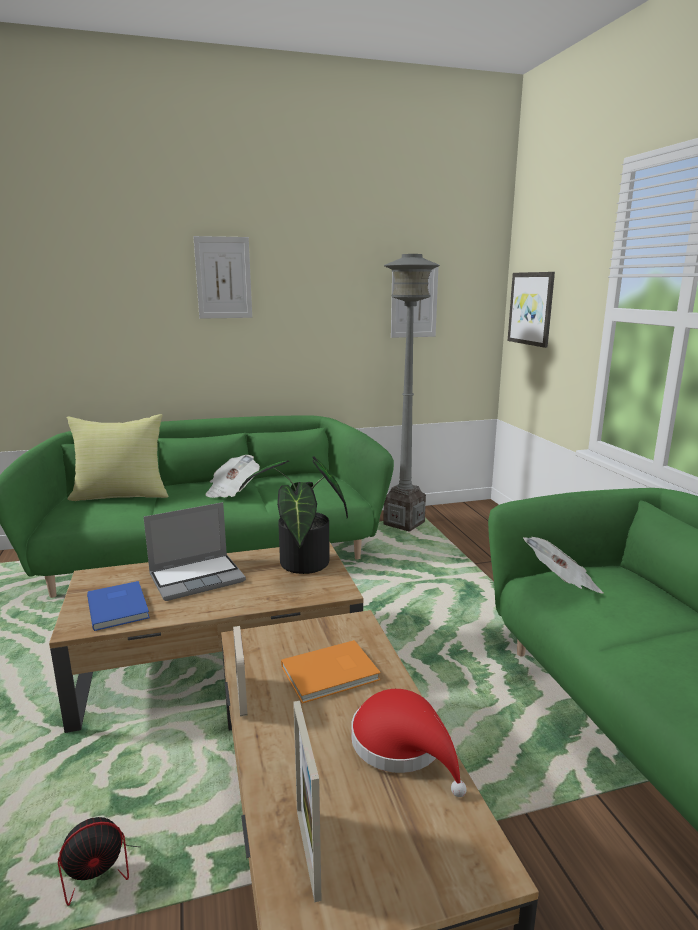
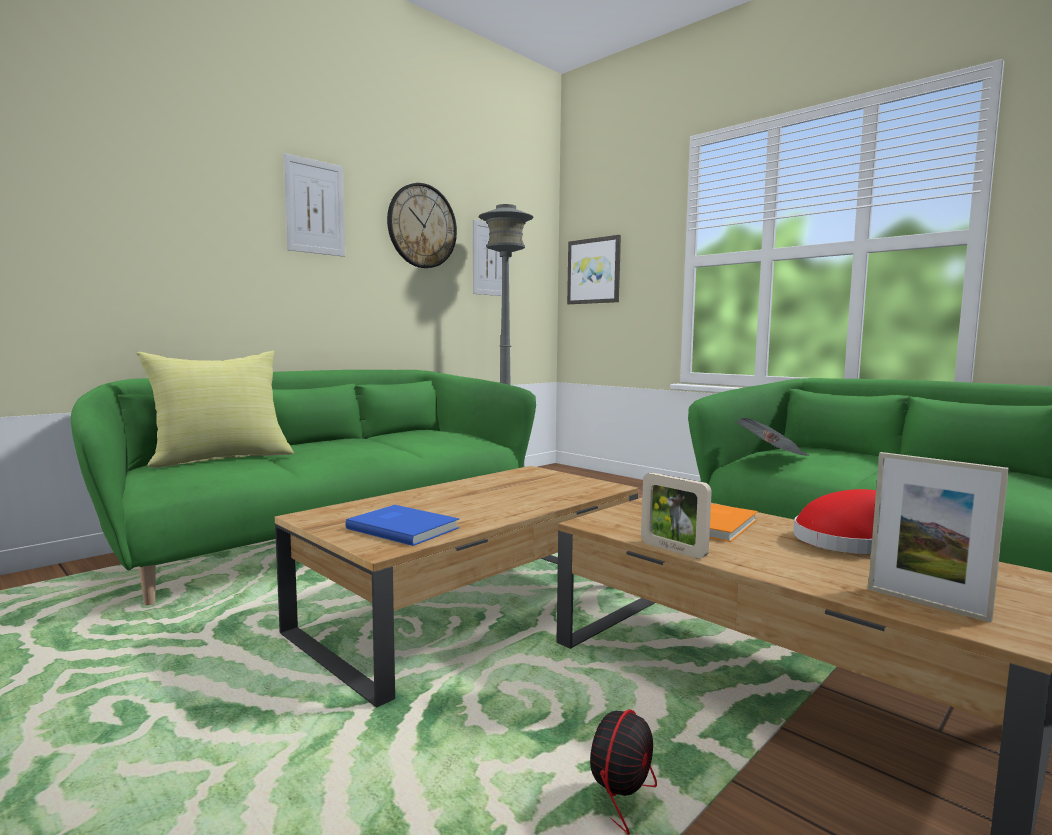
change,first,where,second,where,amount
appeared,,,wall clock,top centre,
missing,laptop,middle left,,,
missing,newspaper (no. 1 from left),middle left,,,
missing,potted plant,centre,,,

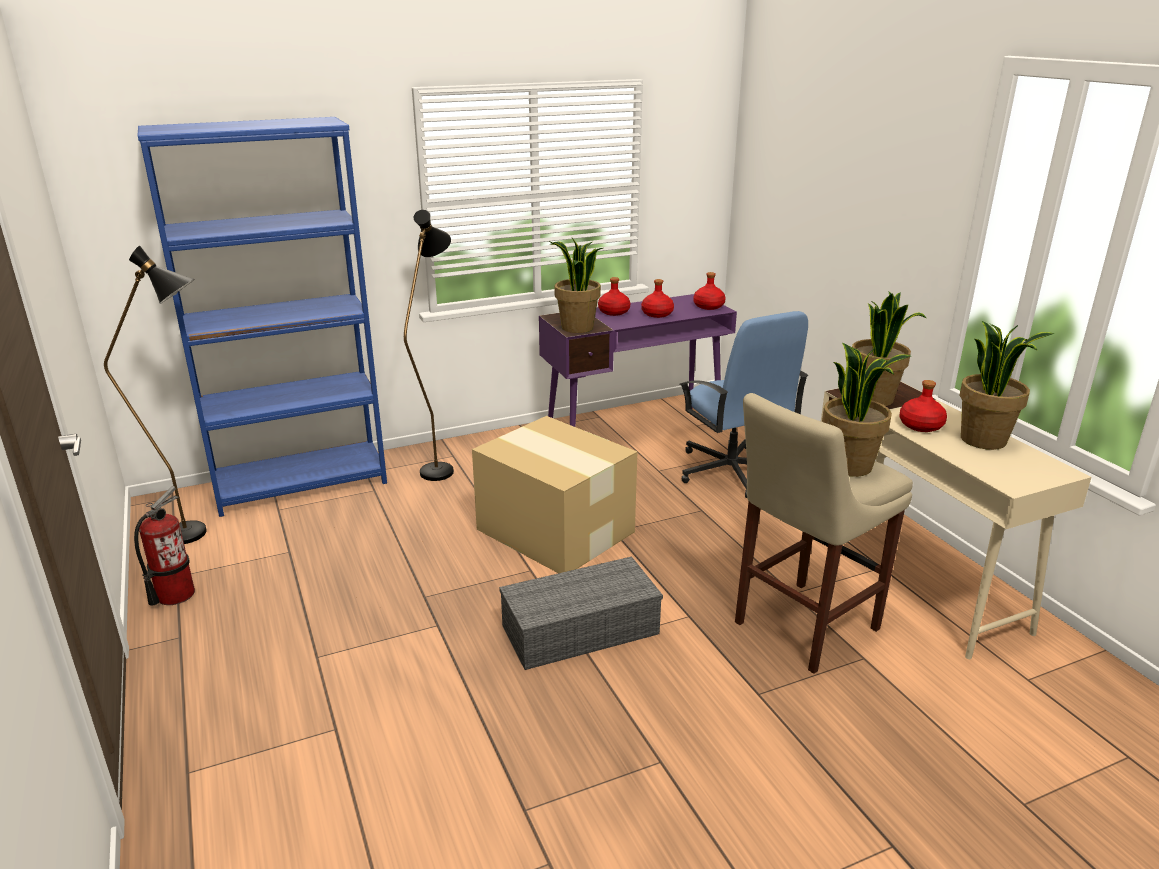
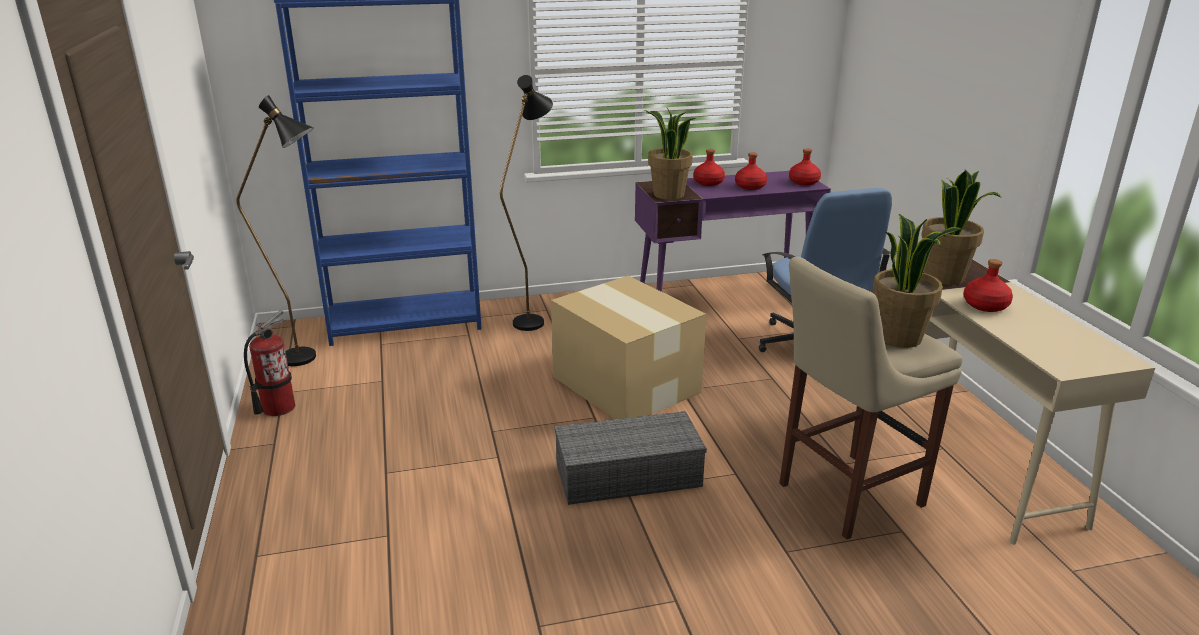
change,first,where,second,where,amount
missing,potted plant (no. 4 from left),middle right,,,

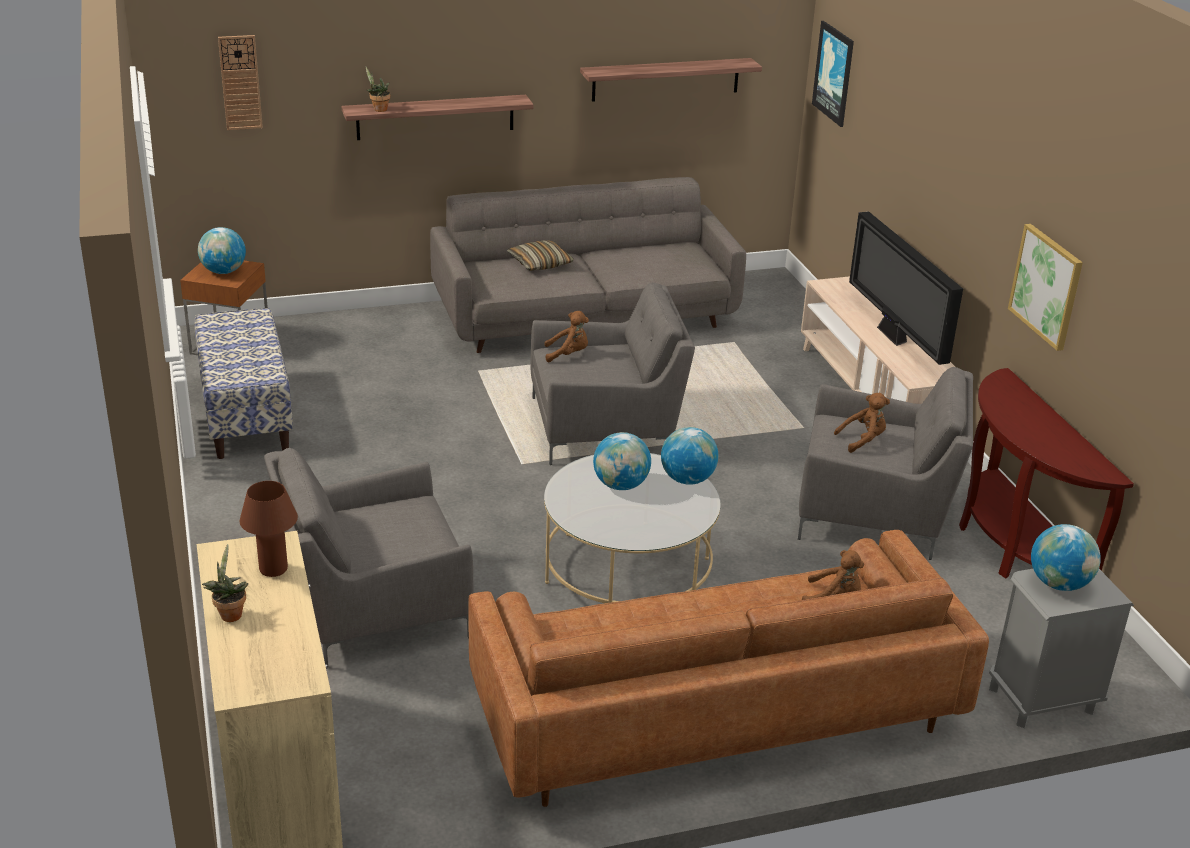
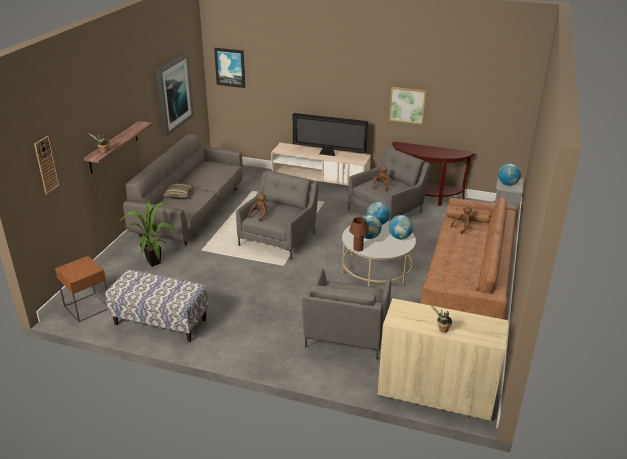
change,first,where,second,where,amount
appeared,,,potted plant (no. 2 from left),middle left,
exchanged,shelf (no. 2 from left),top centre,picture (no. 1 from left),top left,
relocated,table lamp in brown,middle left,,centre,
relocated,globe (no. 1 from left in the first image),top left,globe (no. 3 from left),centre,

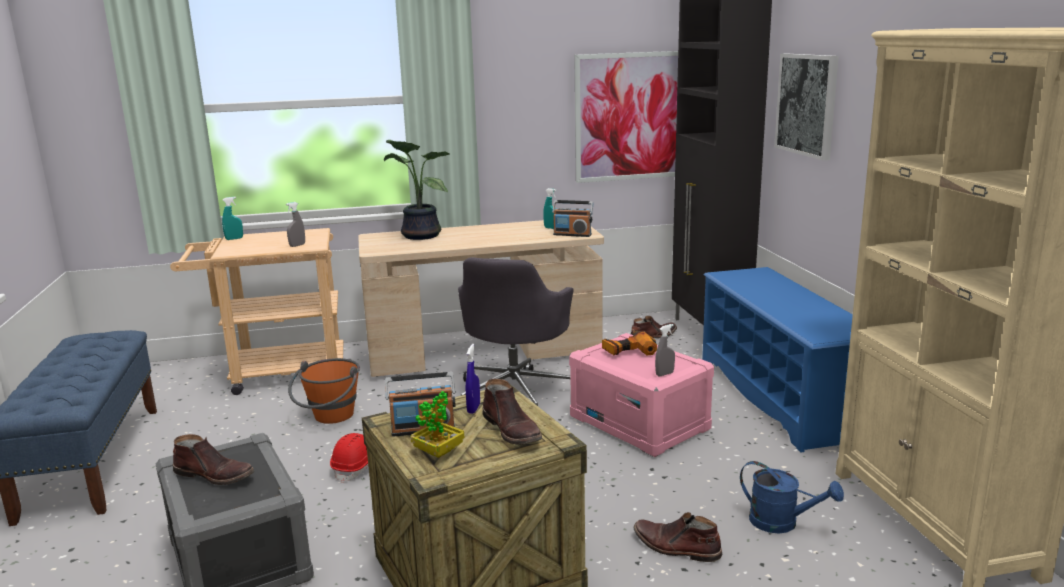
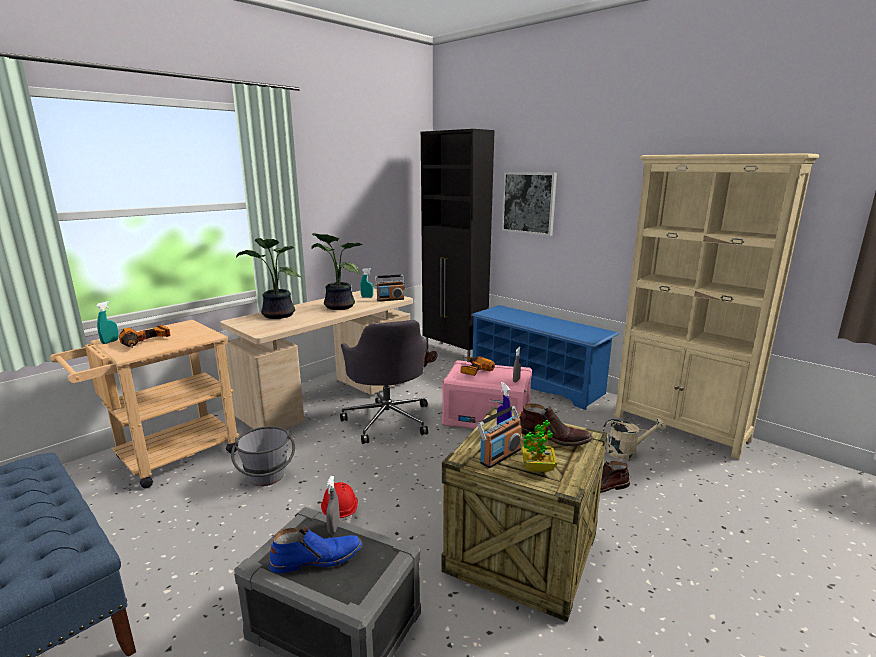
change,first,where,second,where,amount
appeared,,,power drill (no. 1 from left),middle left,
colour,bucket in orange,middle left,bucket in grey,bottom left,
colour,boot in brown (no. 1 from left),bottom left,boot in blue,bottom centre,
appeared,,,potted plant (no. 2 from left),centre,
relocated,spray bottle in grey (no. 1 from left),middle left,,bottom centre,
colour,watering can in blue,bottom right,watering can in beige,bottom right,
missing,picture (no. 1 from left),top centre,,,

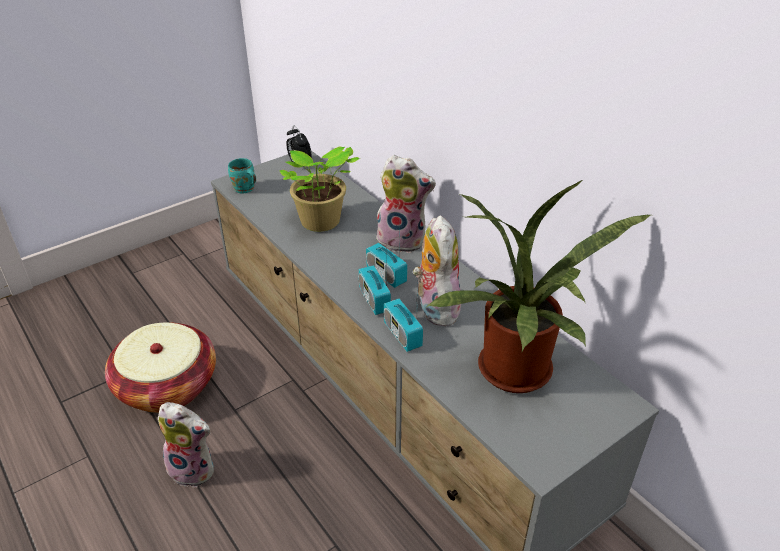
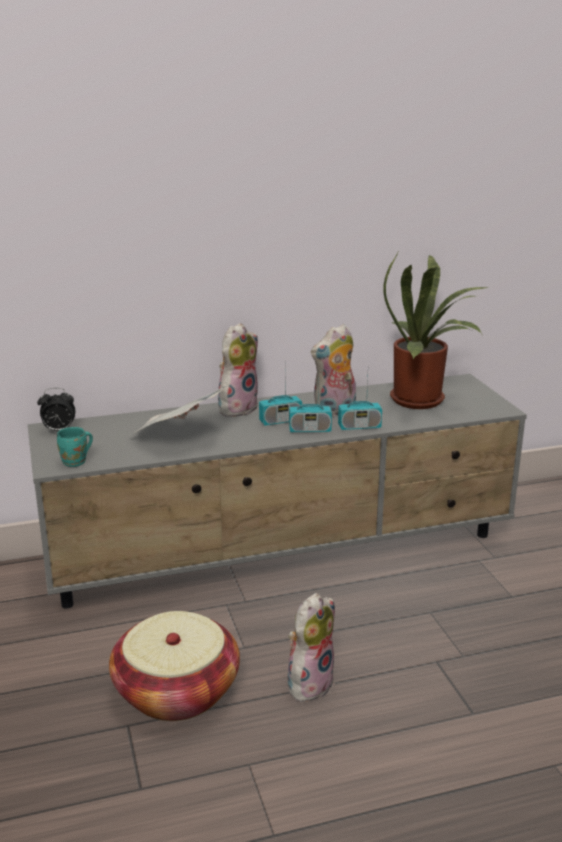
change,first,where,second,where,amount
exchanged,potted plant (no. 1 from left),centre,newspaper,middle left,
spun,plush toy (no. 3 from left),centre,,centre,45 degrees counterclockwise

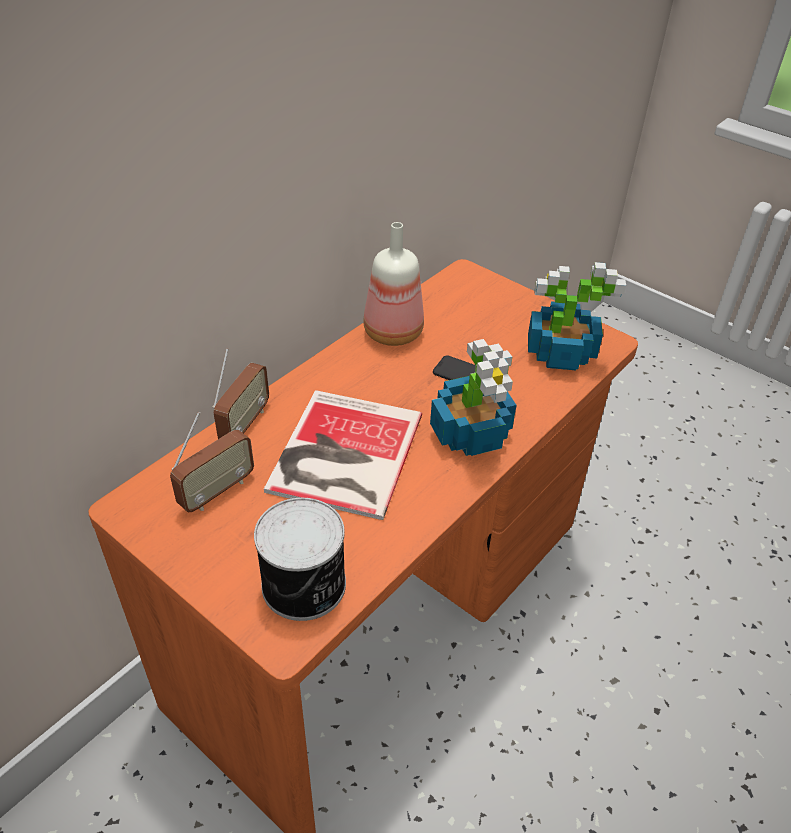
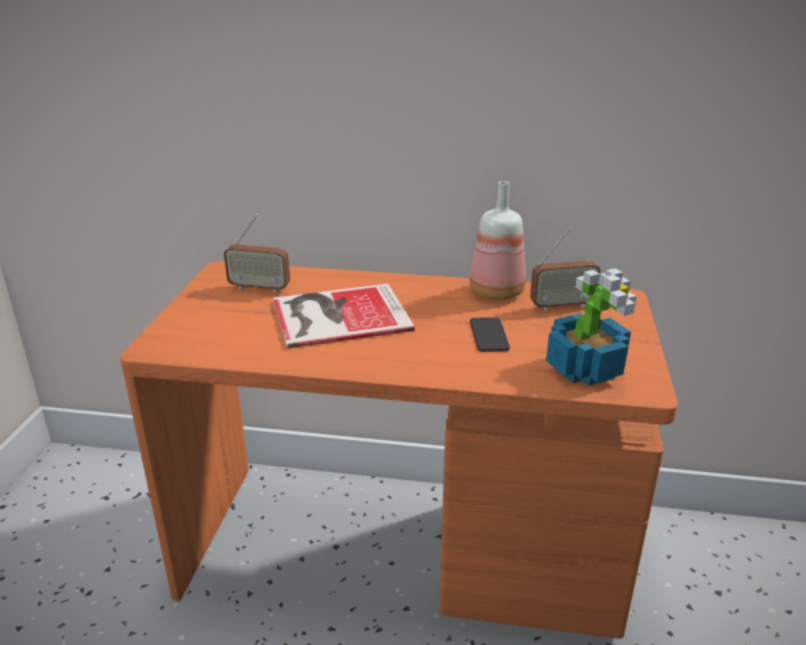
change,first,where,second,where,amount
relocated,radio (no. 2 from left),middle left,,middle right,
missing,can,bottom centre,,,
missing,potted plant (no. 1 from left),centre,,,

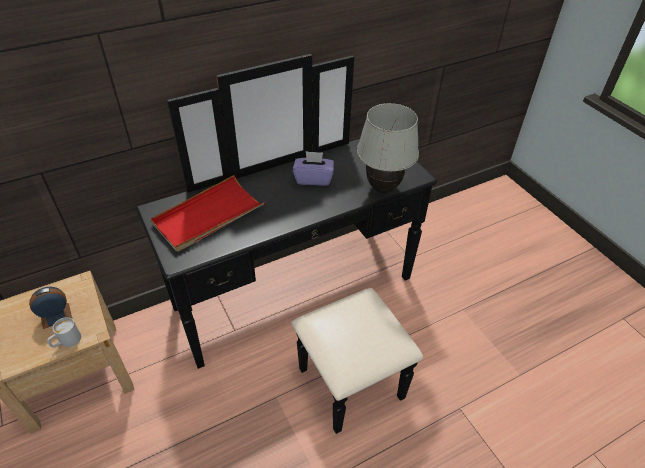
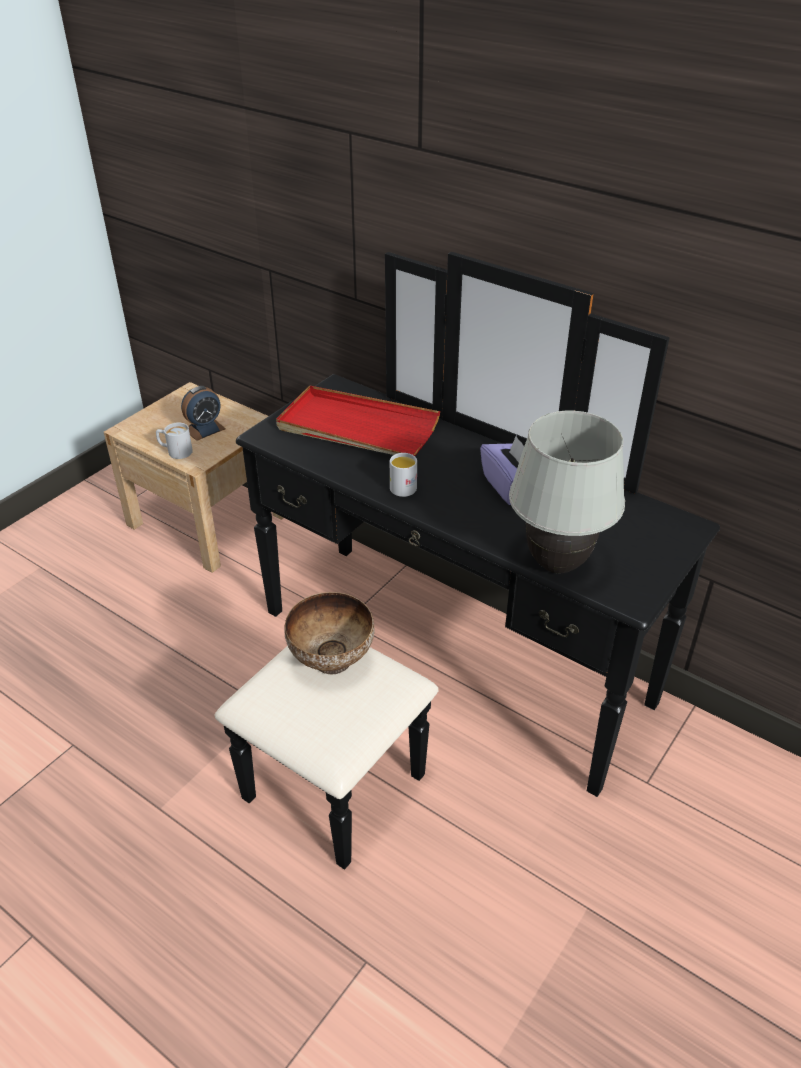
change,first,where,second,where,amount
spun,alarm clock,middle left,,middle left,105 degrees clockwise
appeared,,,bowl,centre,
appeared,,,mug in white (no. 2 from left),centre,

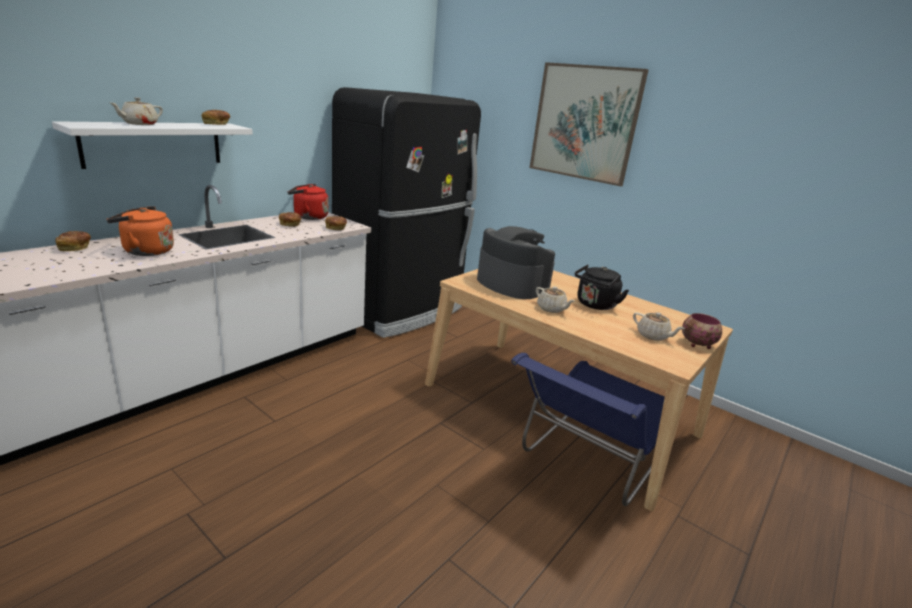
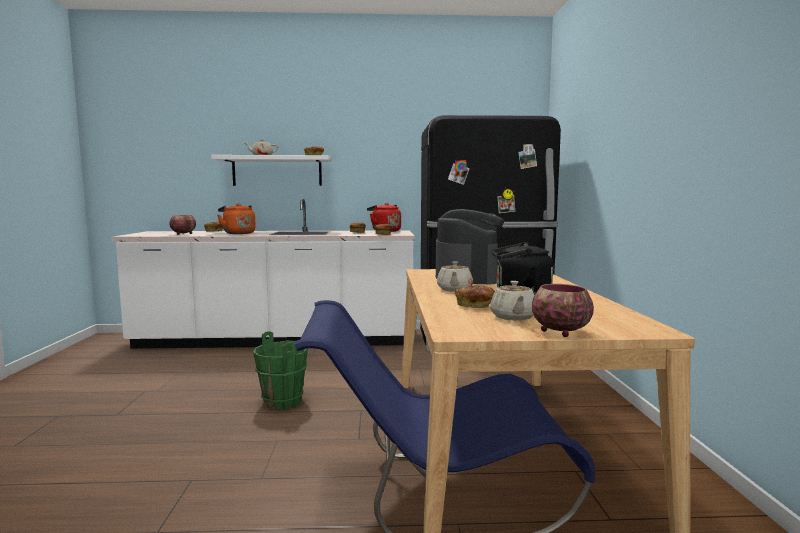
change,first,where,second,where,amount
appeared,,,bowl (no. 1 from left),middle left,
appeared,,,bucket in green,bottom centre,
appeared,,,bread (no. 5 from left),centre,
missing,picture,top centre,,,

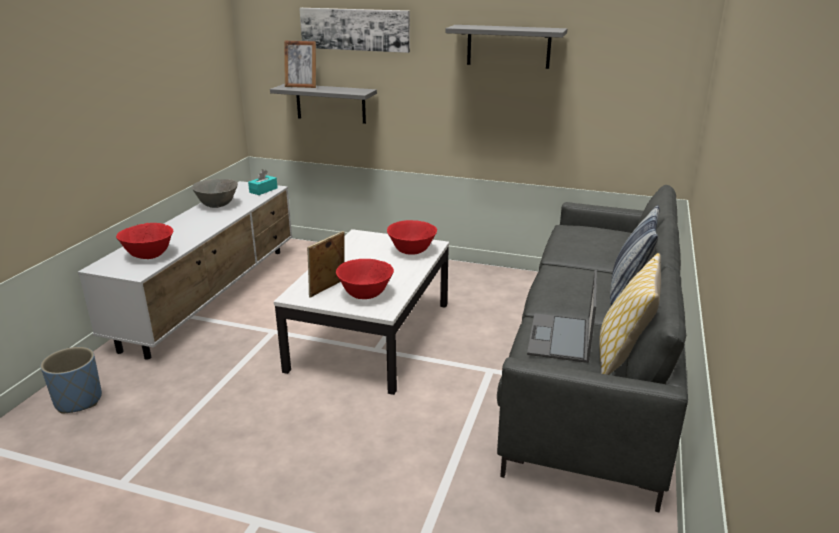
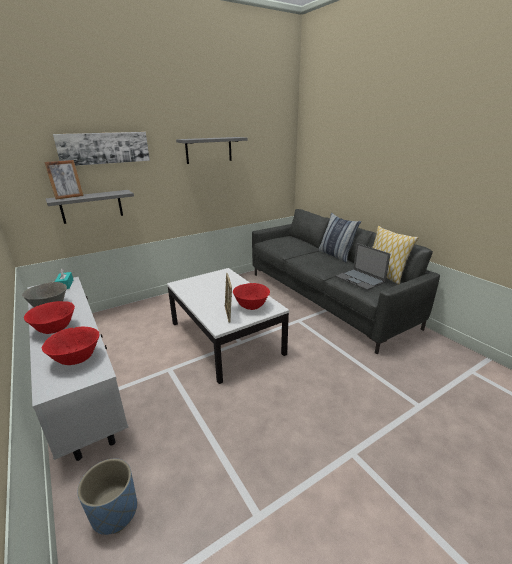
change,first,where,second,where,amount
relocated,bowl in red (no. 3 from left in the first image),centre,bowl in red (no. 1 from left),middle left,

